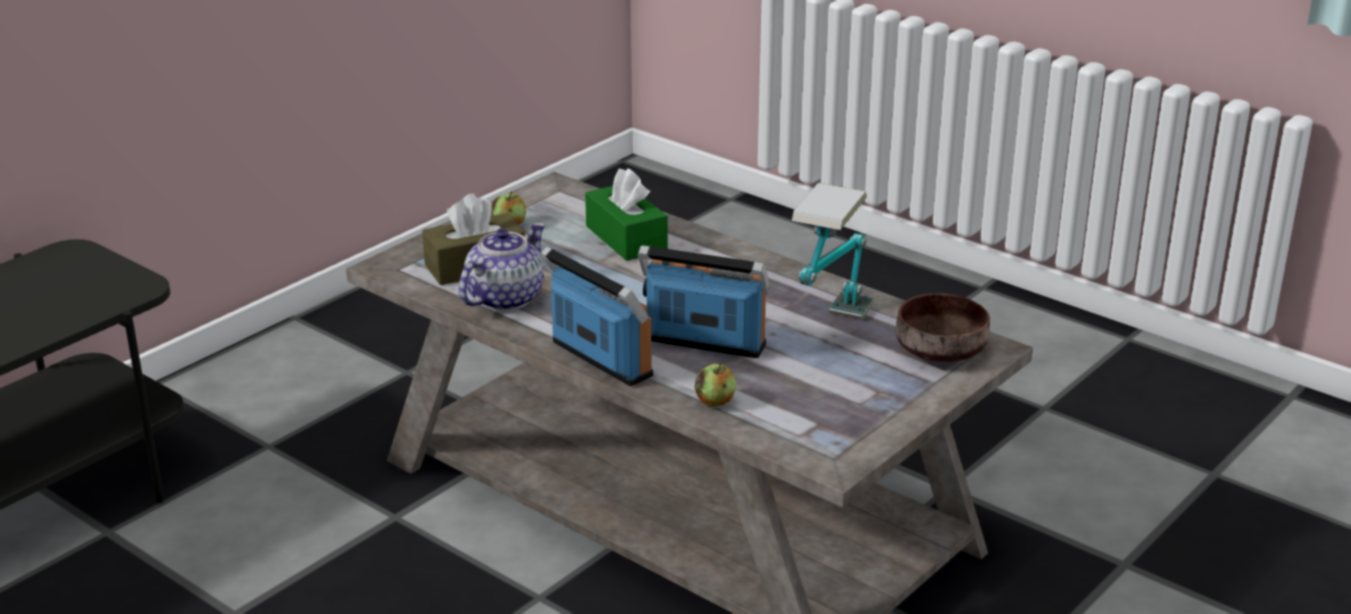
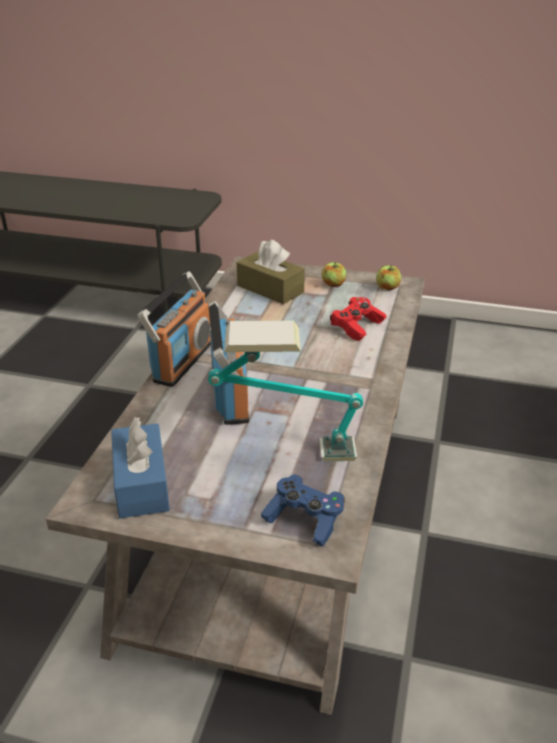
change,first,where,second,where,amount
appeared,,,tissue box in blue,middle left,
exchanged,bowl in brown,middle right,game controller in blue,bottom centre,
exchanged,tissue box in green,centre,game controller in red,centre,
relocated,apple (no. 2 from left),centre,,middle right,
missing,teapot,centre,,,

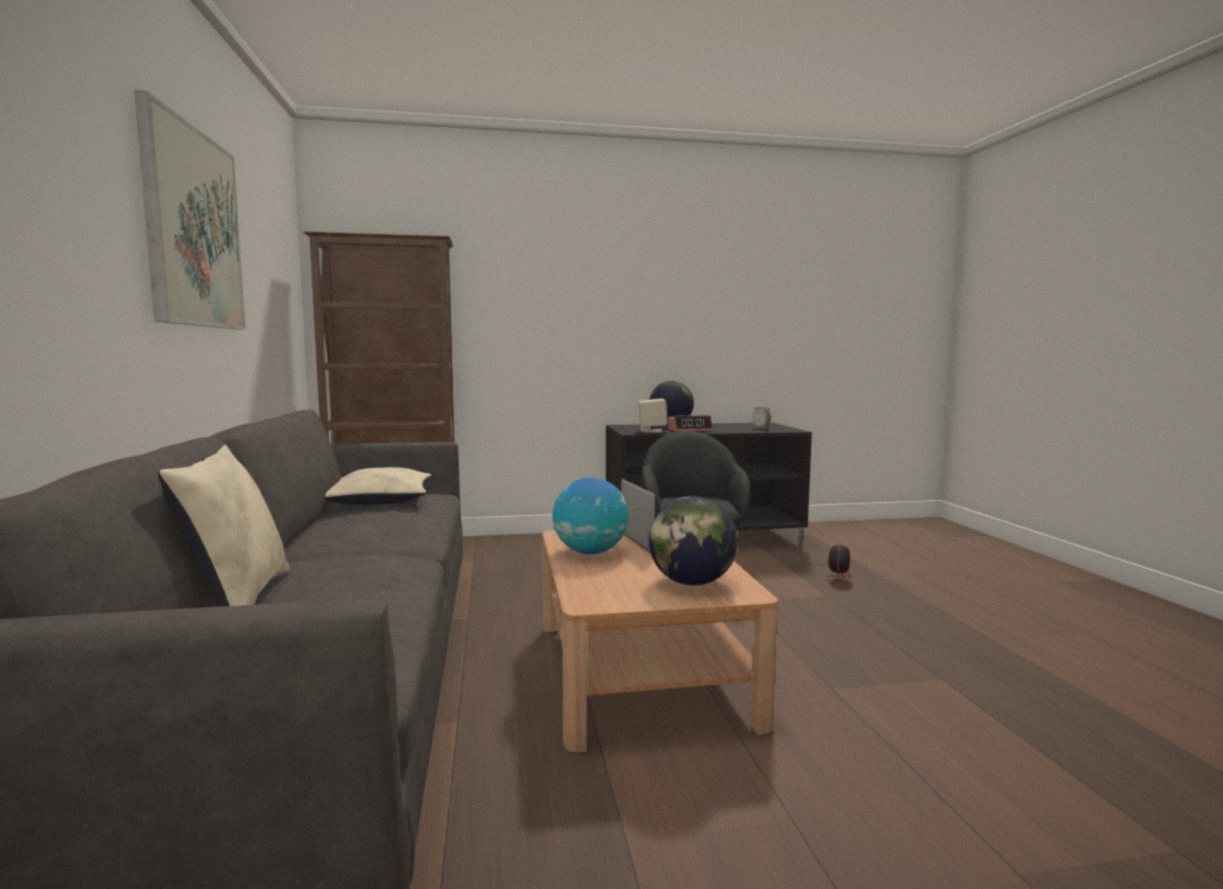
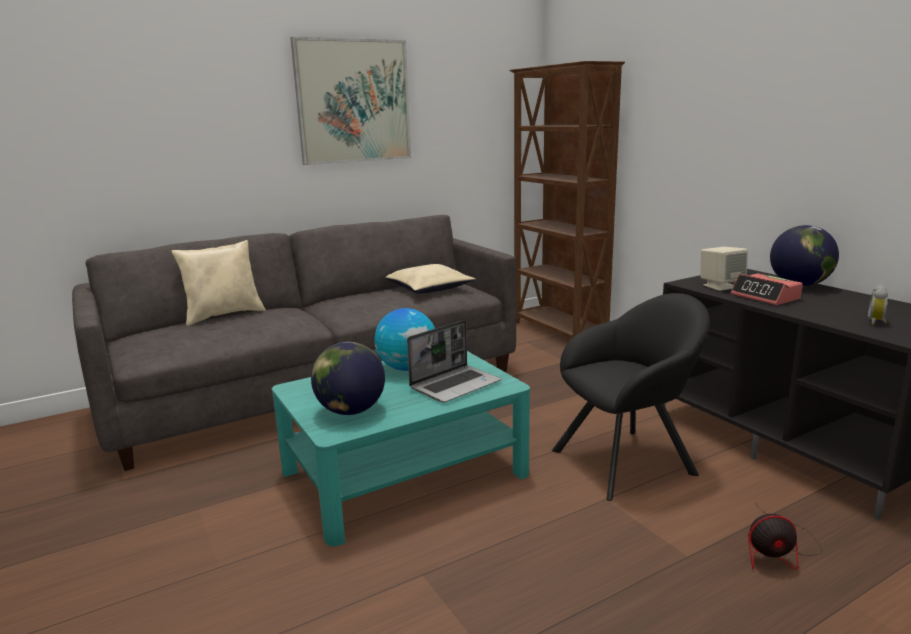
change,first,where,second,where,amount
colour,coffee table in brown,bottom centre,coffee table in turquoise,bottom centre,

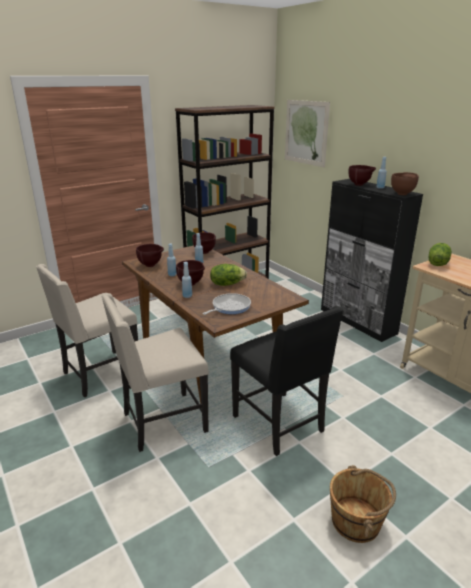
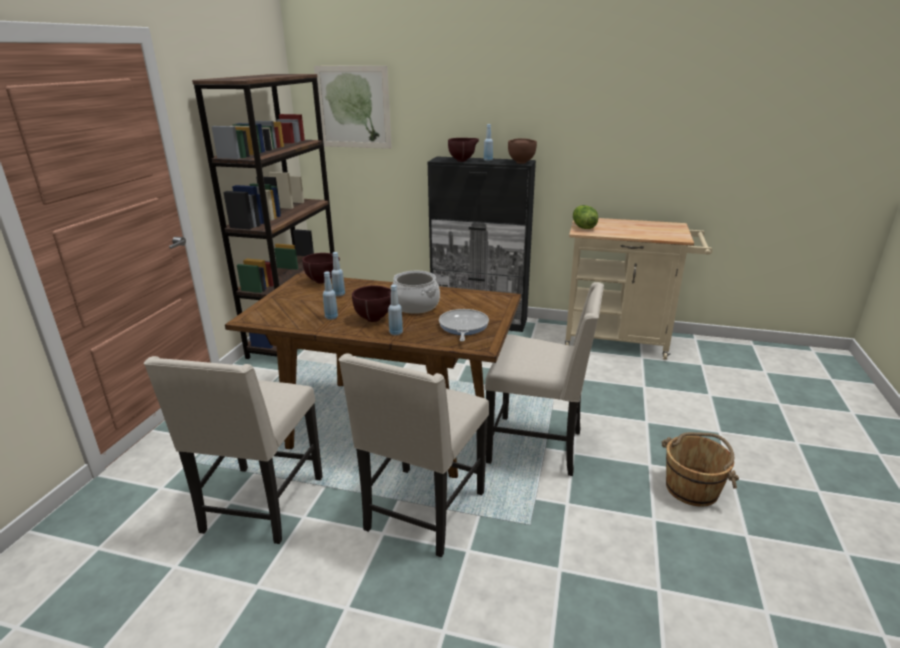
change,first,where,second,where,amount
exchanged,lettuce (no. 1 from left),centre,cooking pot,centre,
colour,chair in black,centre,chair in beige (no. 3 from left),centre,
missing,bowl in brown (no. 1 from left),middle left,,,

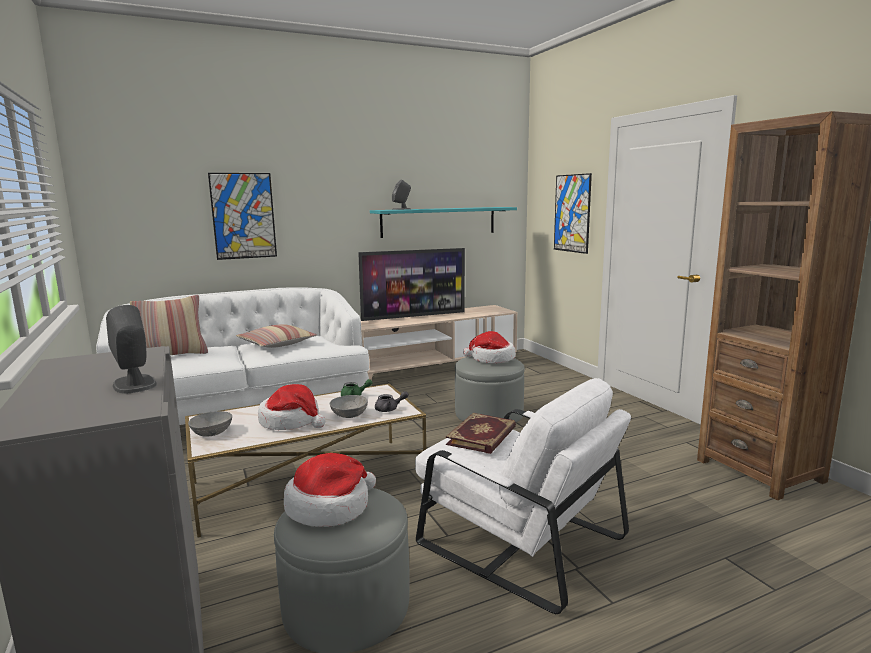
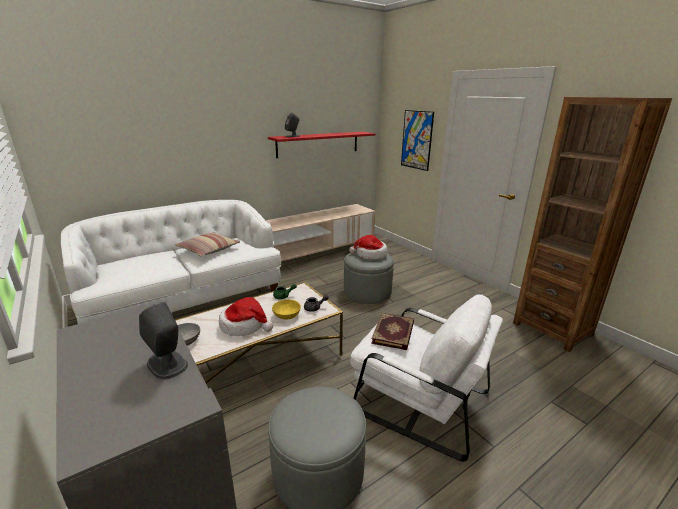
change,first,where,second,where,amount
colour,shelf in turquoise,centre,shelf in red,top centre,
colour,bowl in grey (no. 2 from left),centre,bowl in yellow,centre,
missing,pillow (no. 1 from left),middle left,,,
missing,picture (no. 1 from left),top left,,,
missing,hat (no. 2 from left),bottom centre,,,
missing,television,centre,,,

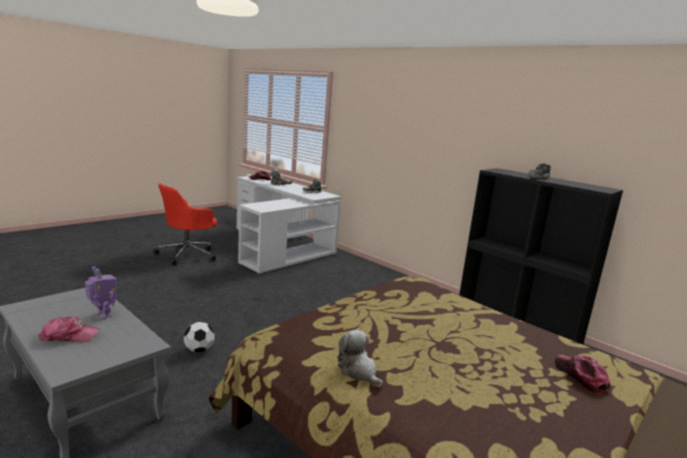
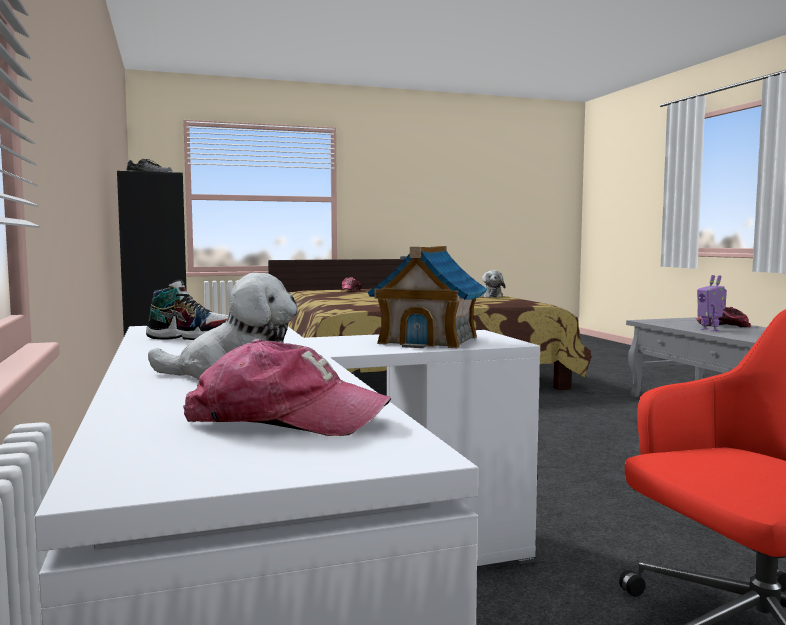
change,first,where,second,where,amount
appeared,,,toy house,centre,
missing,football,bottom left,,,

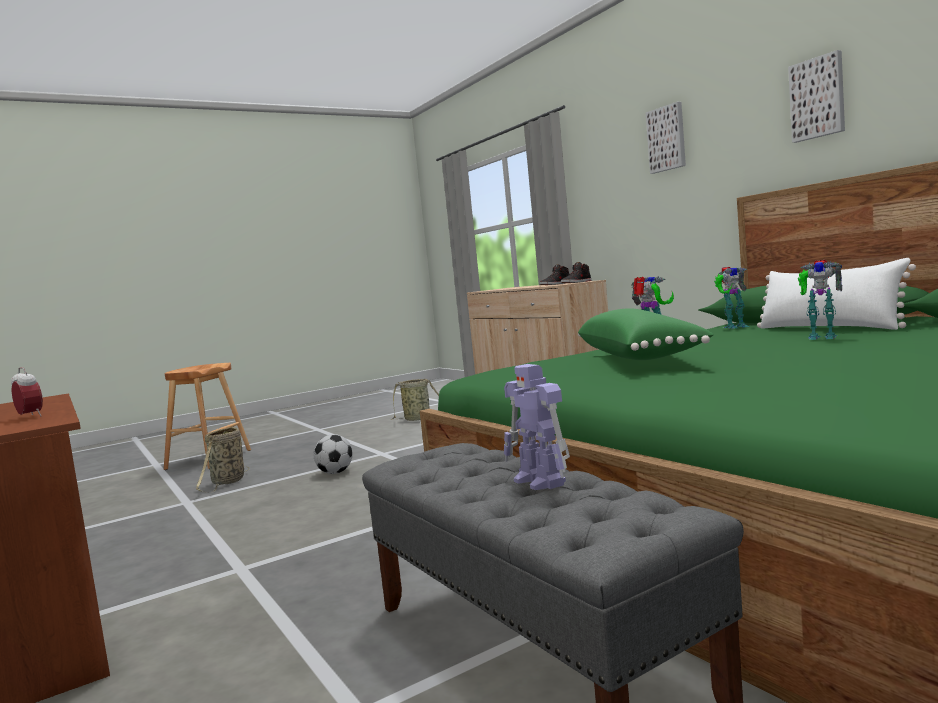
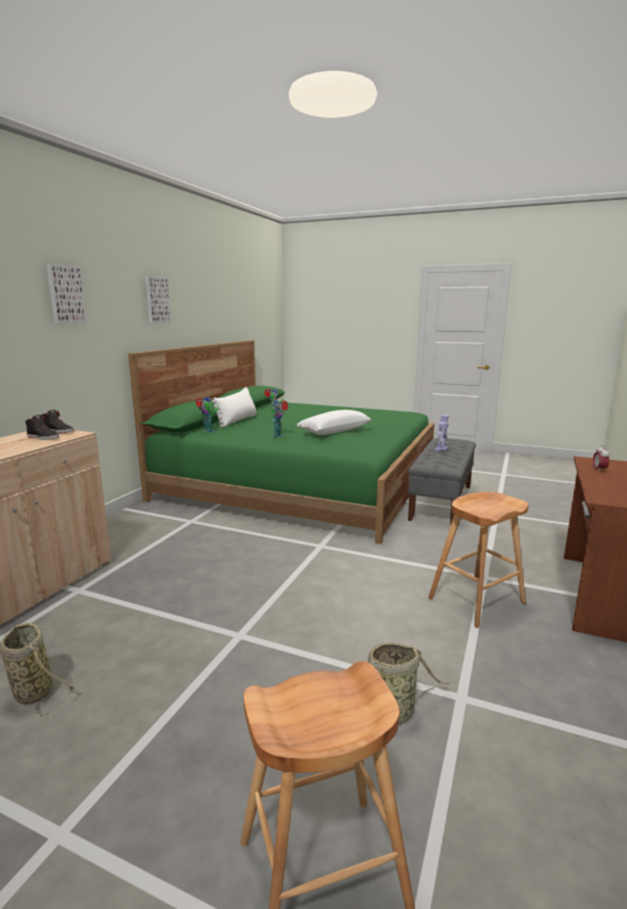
change,first,where,second,where,amount
colour,pillow in green,middle right,pillow in white (no. 2 from left),centre,
appeared,,,stool in brown (no. 2 from left),middle right,
missing,football,centre,,,

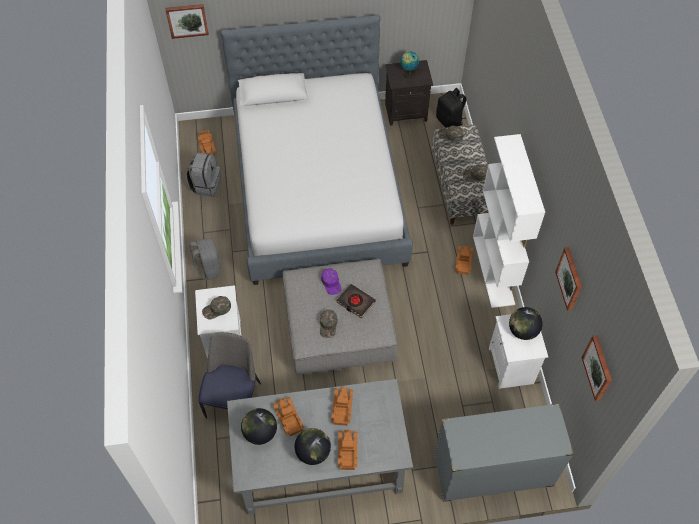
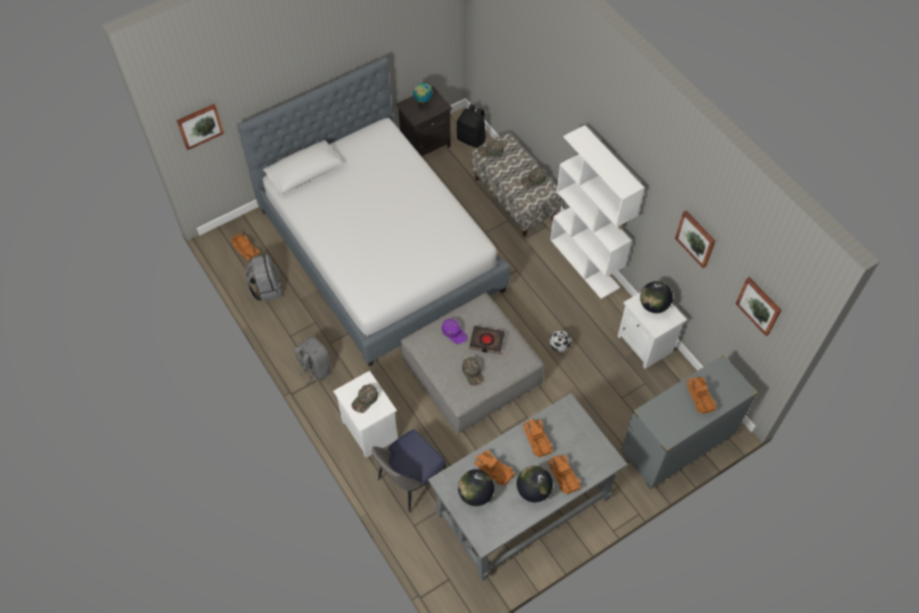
change,first,where,second,where,amount
spun,chair,bottom left,,bottom centre,120 degrees counterclockwise
appeared,,,football,centre,
relocated,toy truck (no. 5 from left),centre,,middle right,

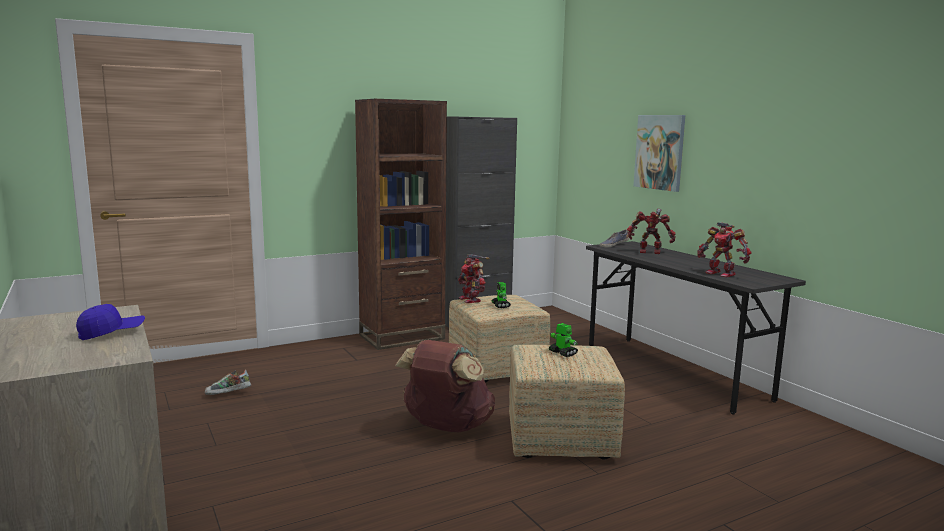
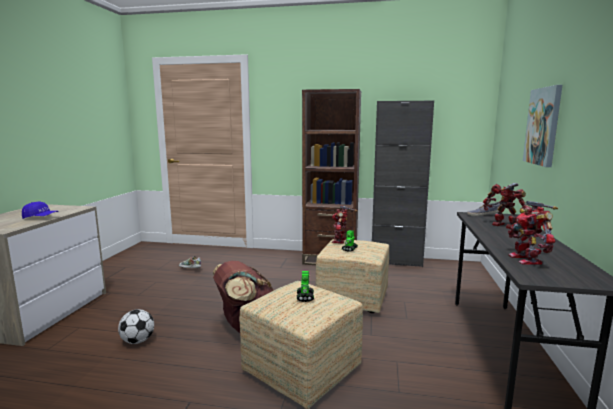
change,first,where,second,where,amount
appeared,,,football,bottom left,

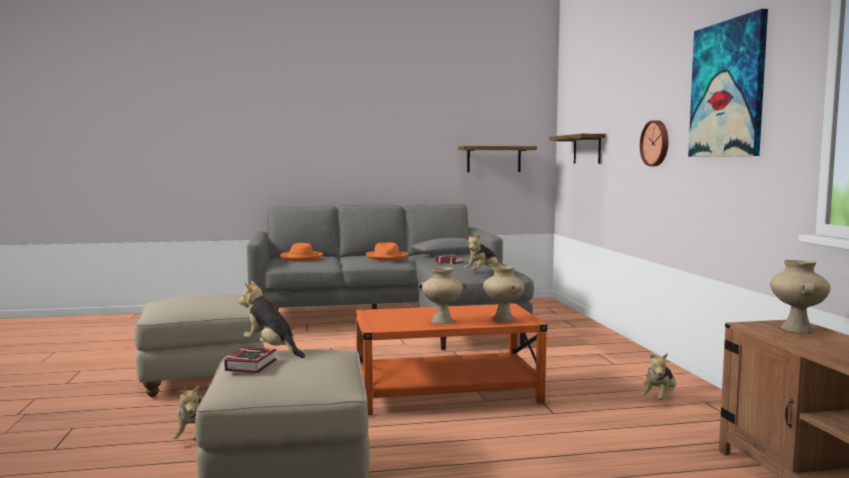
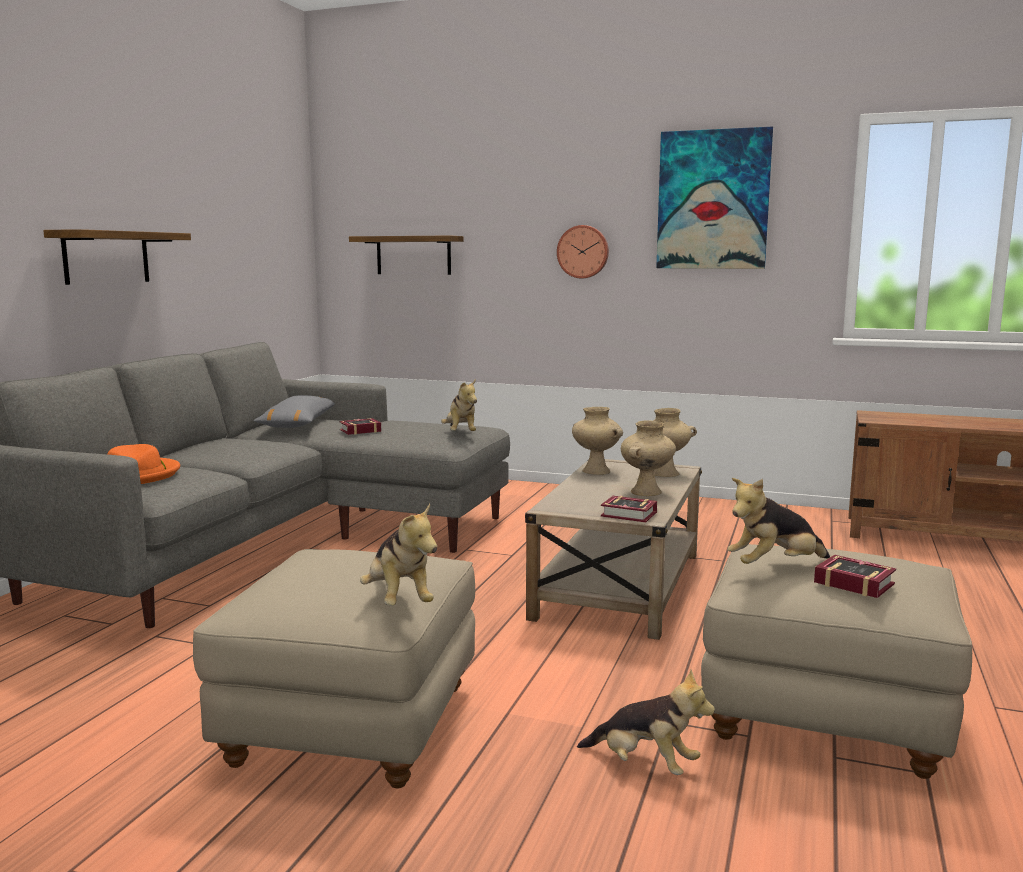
change,first,where,second,where,amount
relocated,shelf (no. 1 from left),top centre,,top left,
relocated,plush toy (no. 4 from left in the first image),bottom right,plush toy (no. 1 from left),centre,
colour,coffee table in orange,bottom centre,coffee table in beige,centre,
relocated,vase in beige (no. 3 from left in the first image),middle right,vase in beige (no. 1 from left),centre,
appeared,,,book (no. 2 from left),centre,
missing,hat in orange (no. 2 from left),centre,,,

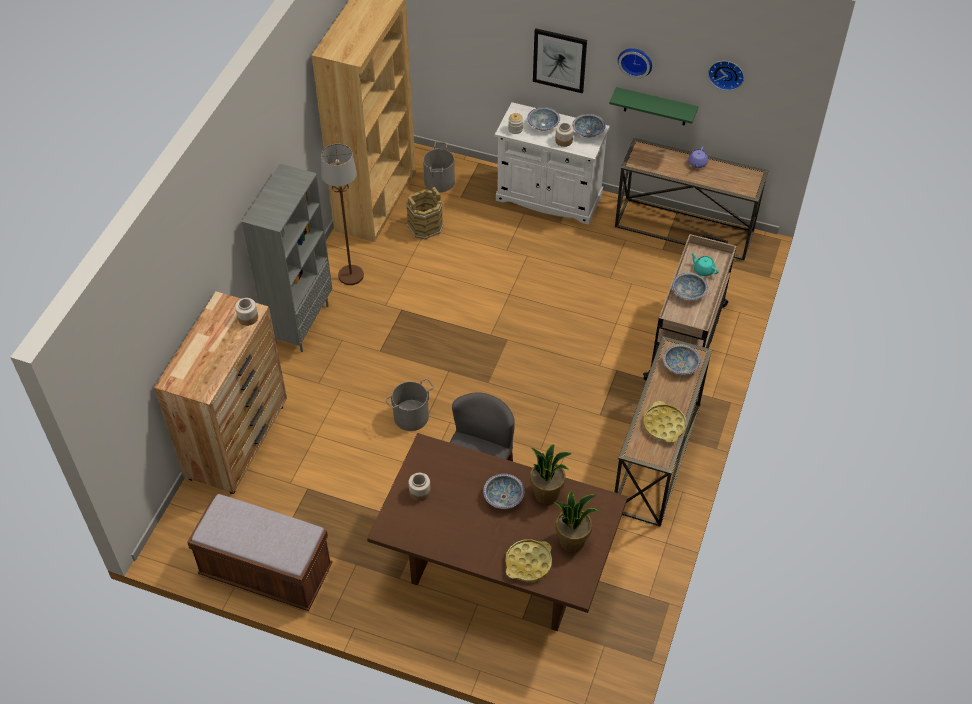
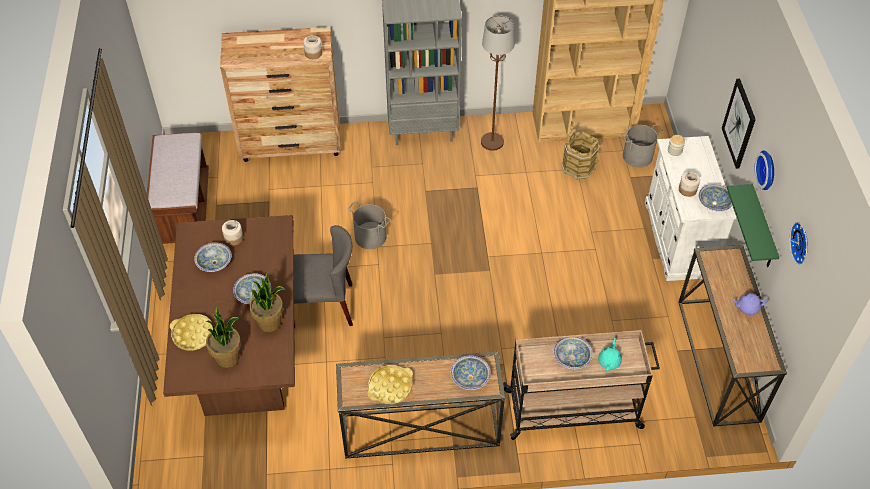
change,first,where,second,where,amount
relocated,bowl (no. 2 from left in the first image),top centre,bowl (no. 1 from left),middle left,

